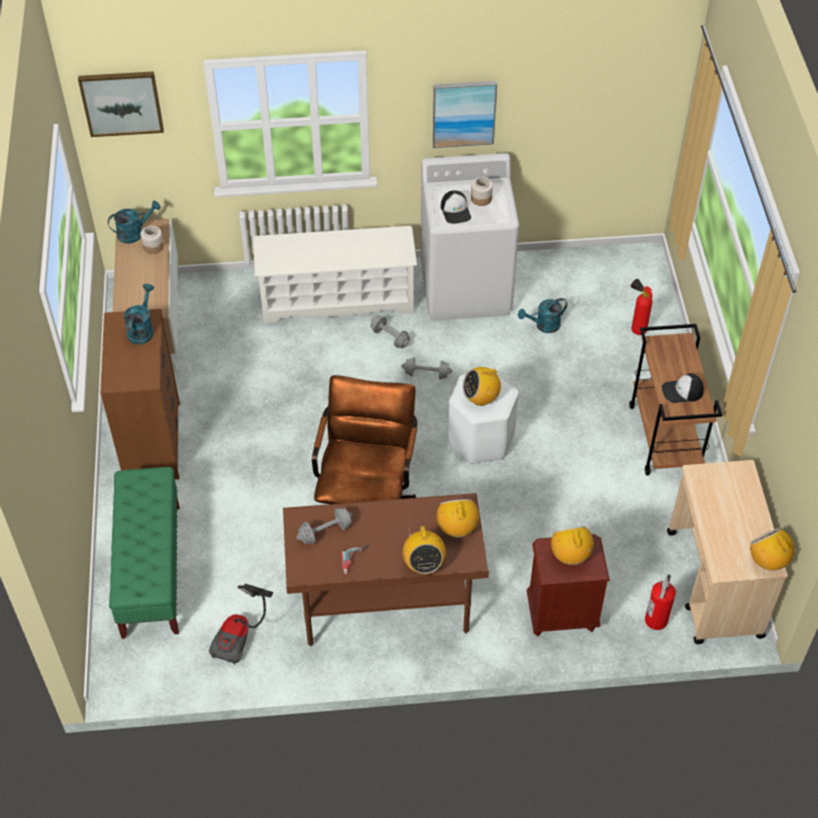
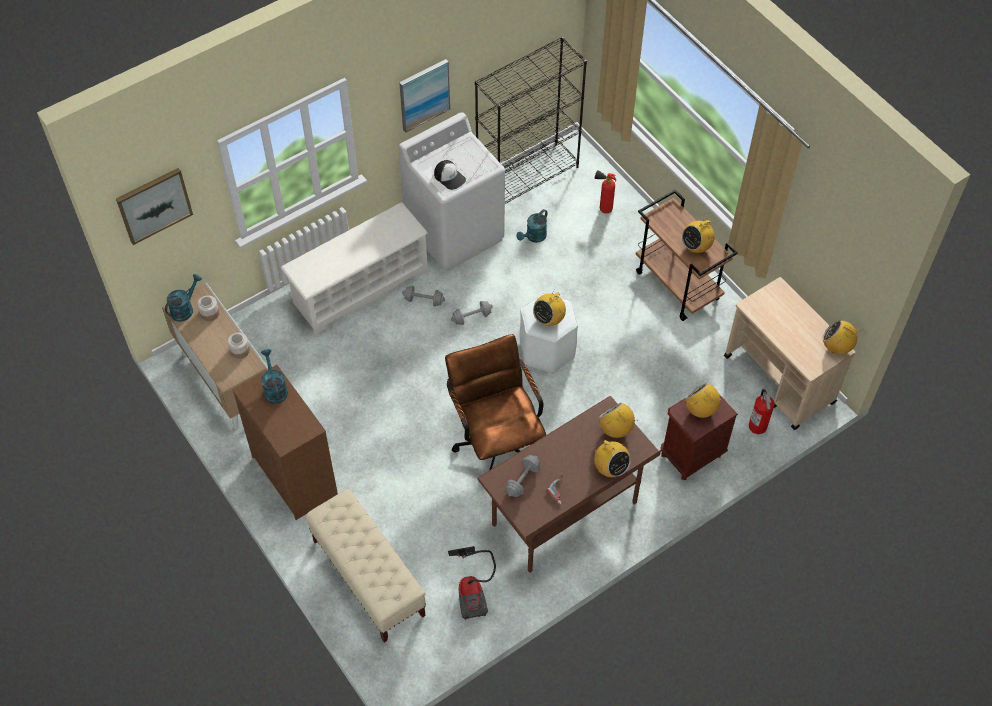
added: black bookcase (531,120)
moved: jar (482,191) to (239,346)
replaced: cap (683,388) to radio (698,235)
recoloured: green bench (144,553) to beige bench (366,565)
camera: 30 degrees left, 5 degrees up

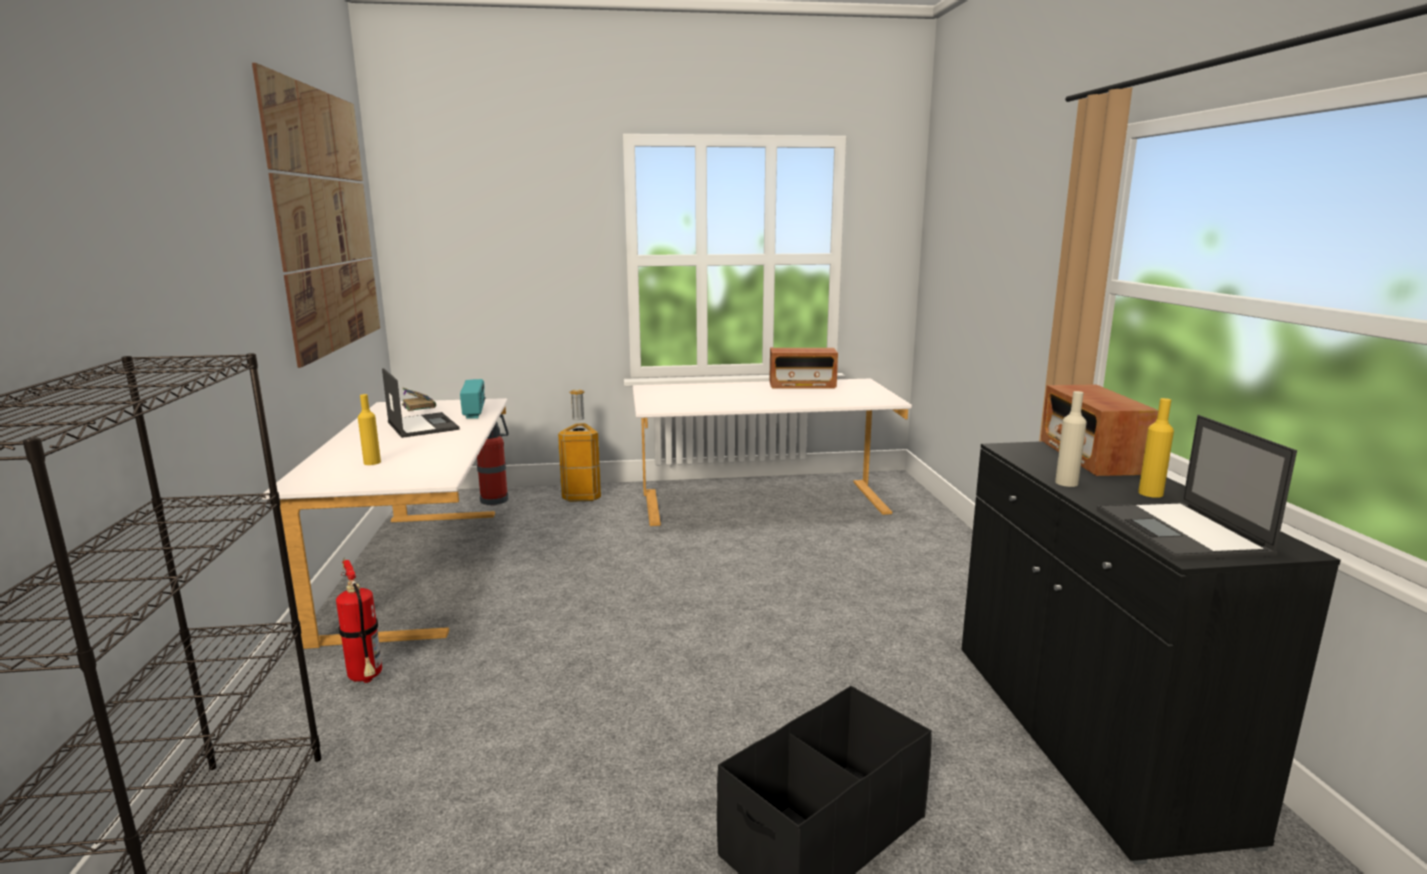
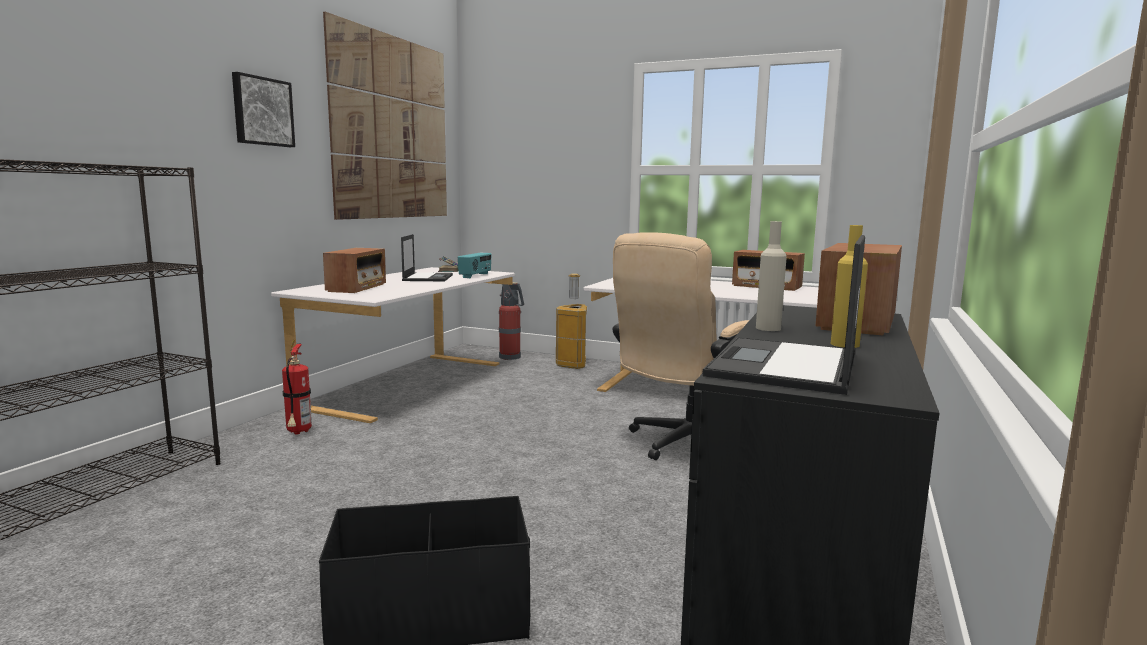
added: picture (263,109); beige office chair (681,346)
replaced: yellow bottle (369,429) to radio (354,270)
camera: 30 degrees right, 5 degrees down

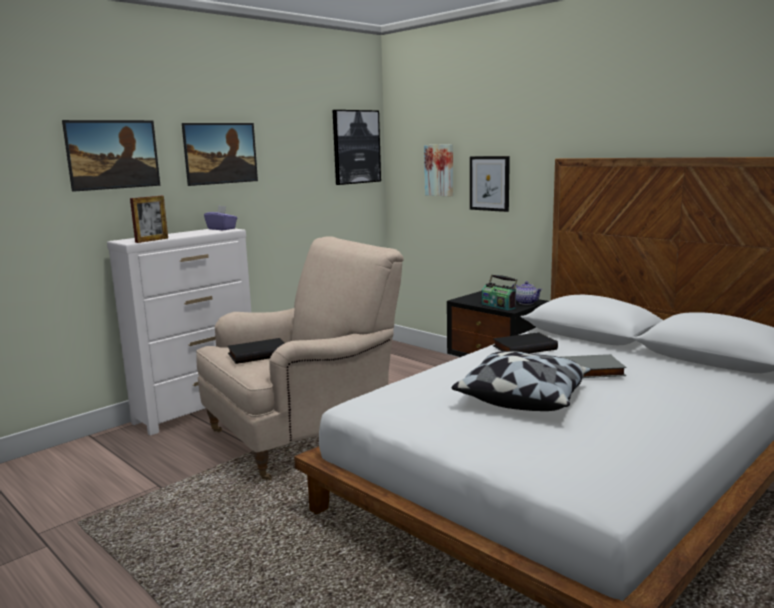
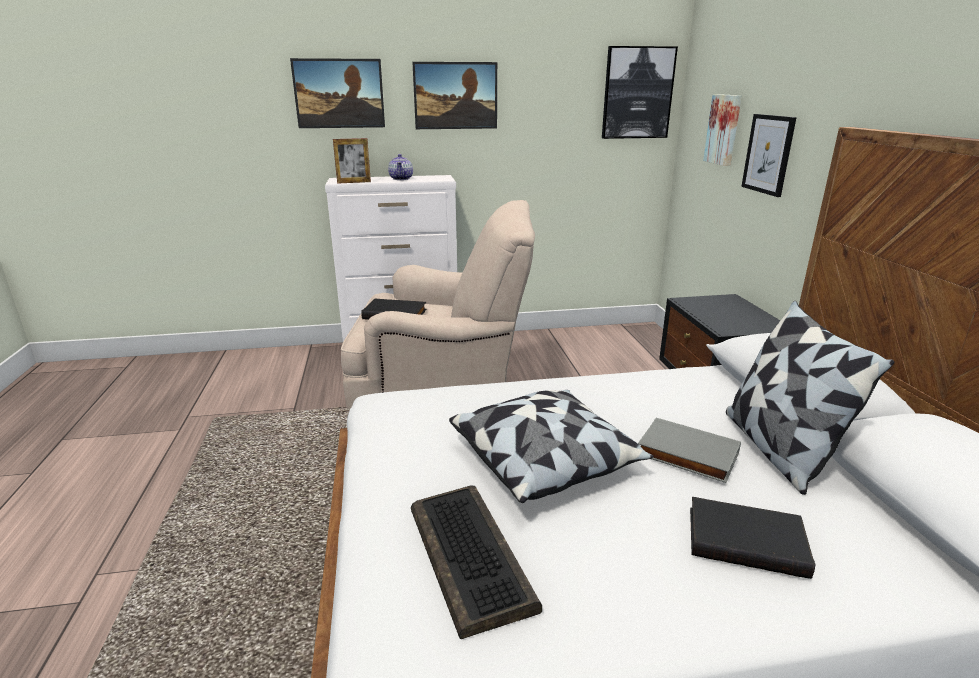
removed: purple tissue box (220,218); radio (500,292)
added: keyboard (476,562); pillow (810,398)
moved: black book (525,342) to (753,538); teapot (527,293) to (400,167)
camera: 35 degrees right, 10 degrees up

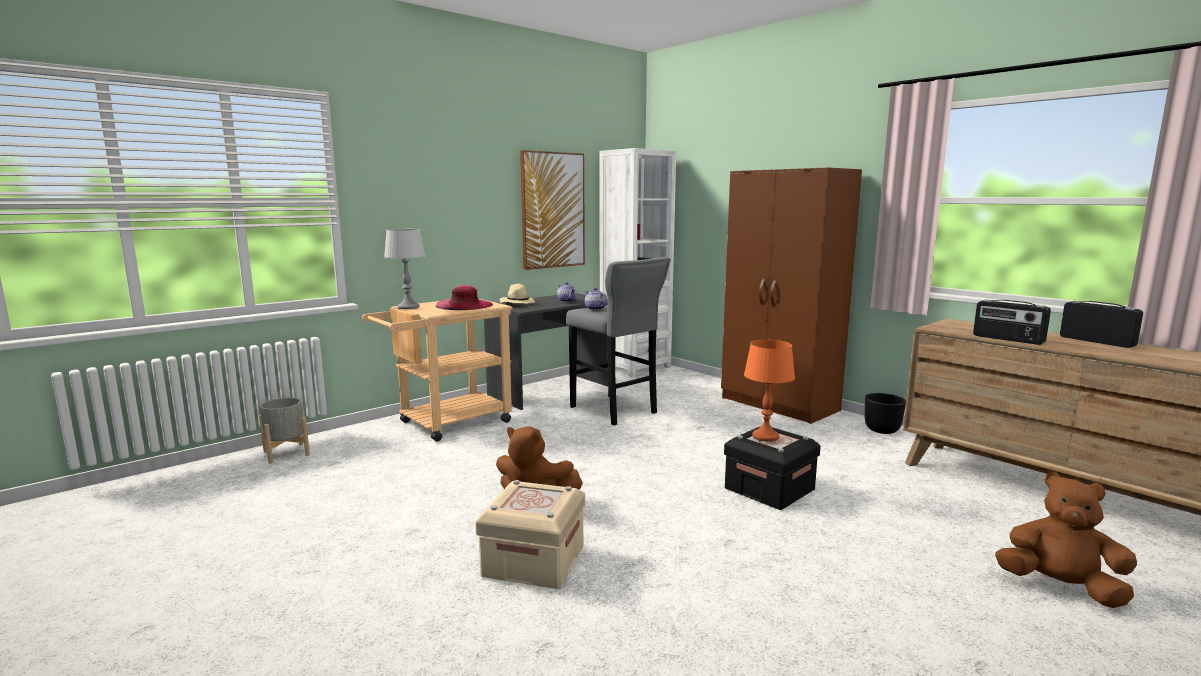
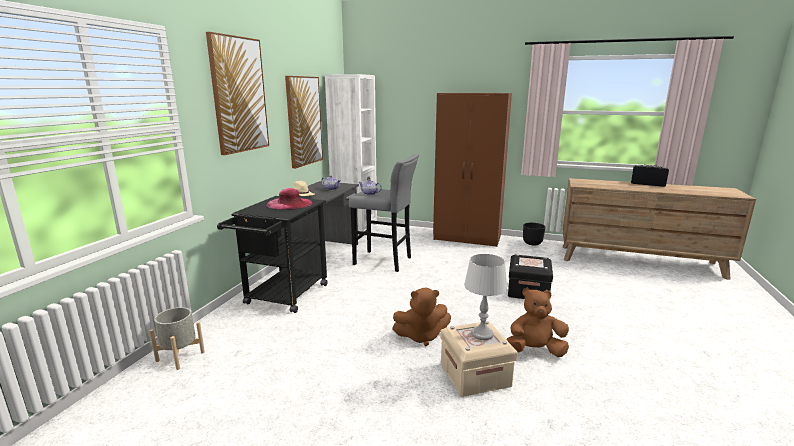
removed: orange table lamp (769,391); radio (1012,322)
added: picture (237,93)
moved: grey table lamp (405,269) to (485,297); brown plush toy (1066,540) to (537,322)
recoloured: beige cart (437,370) to black cart (272,254)
camera: 30 degrees left, 5 degrees up

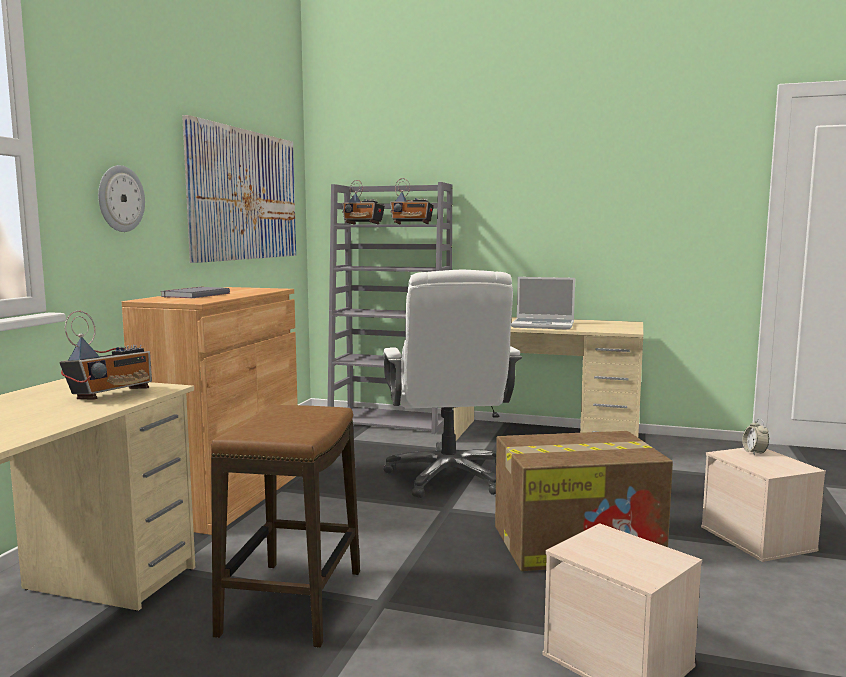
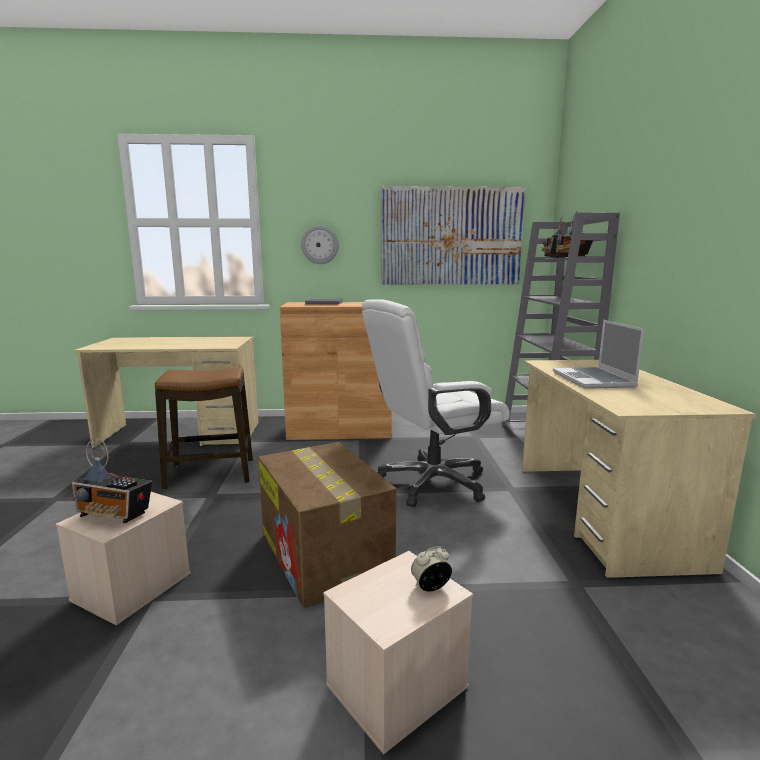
moved: radio (105,355) to (112,481)
camera: 70 degrees right, 5 degrees up

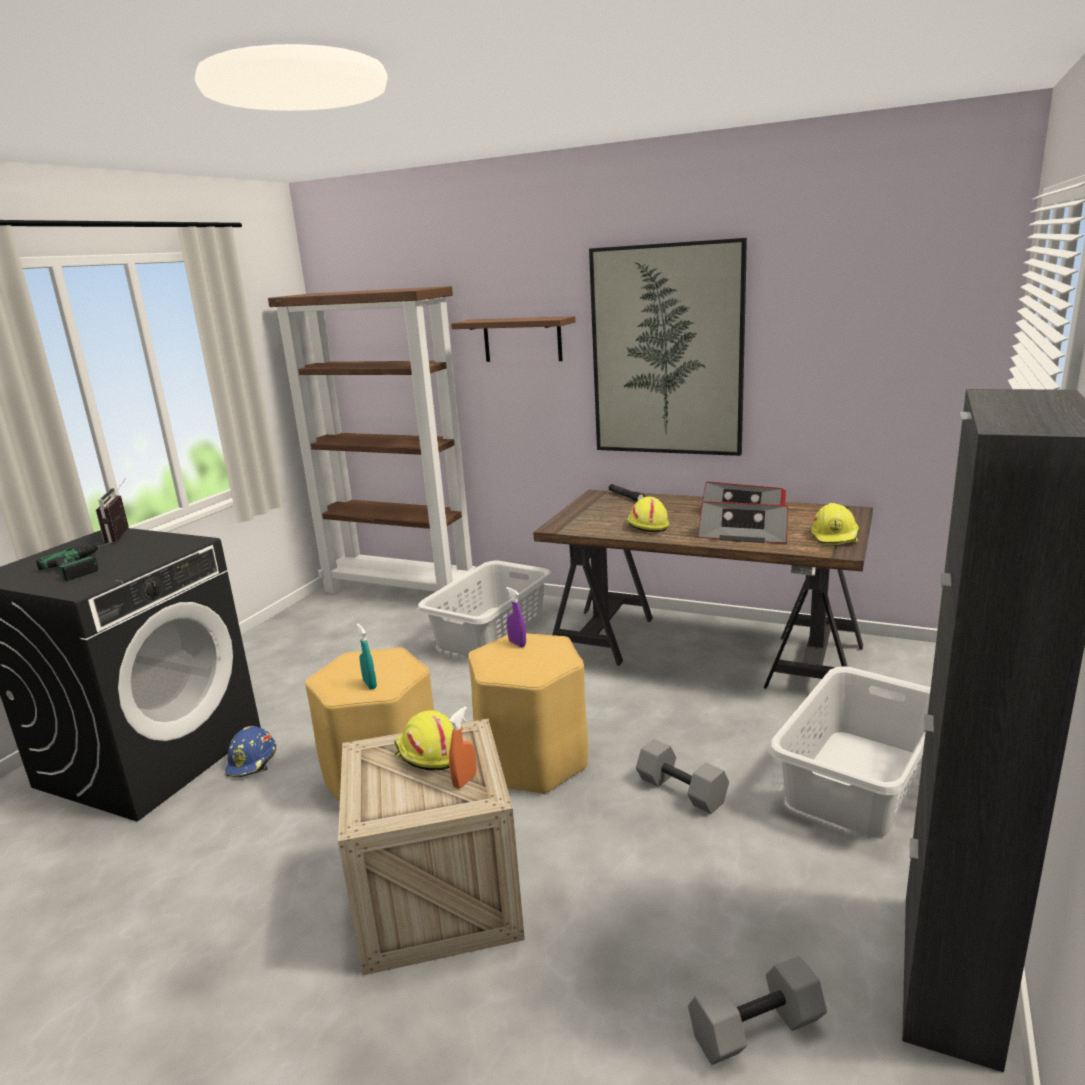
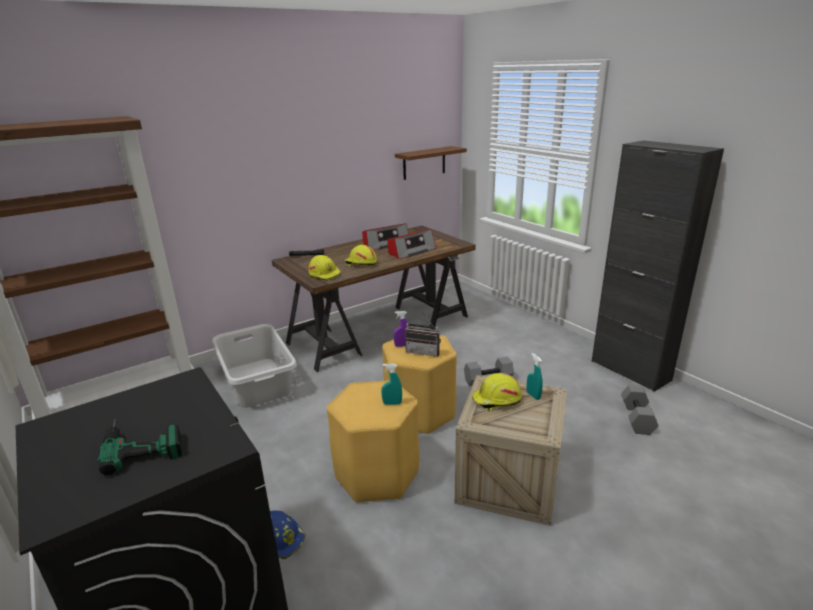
removed: picture (668,347); grey laundry basket (849,751)
moved: radio (112,512) to (423,334); brown shelf (513,339) to (431,163); yellow hard hat (835,524) to (325,268)
recoloured: orange spray bottle (463,747) to turquoise spray bottle (535,376)
camera: 60 degrees left, 5 degrees up

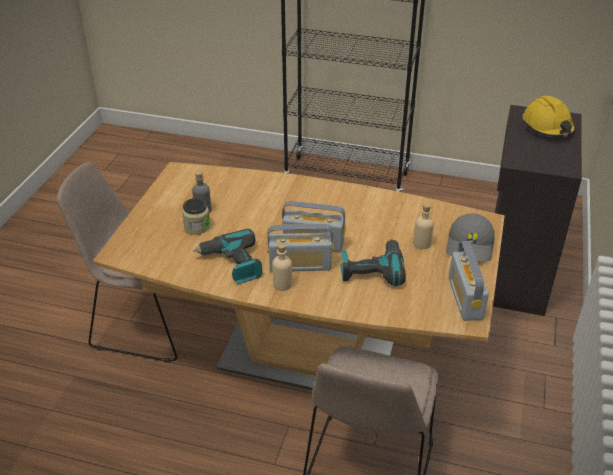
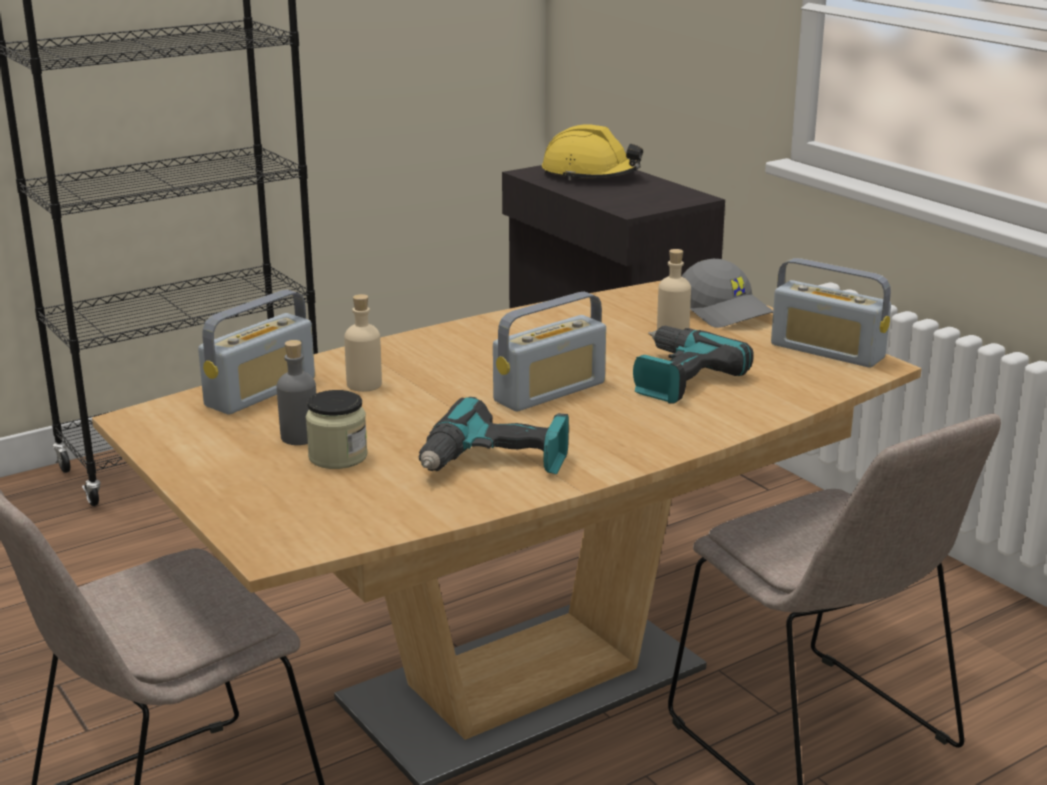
moved: radio (300,248) to (256,352); beige bottle (282,267) to (363,343)
camera: 50 degrees left, 15 degrees down

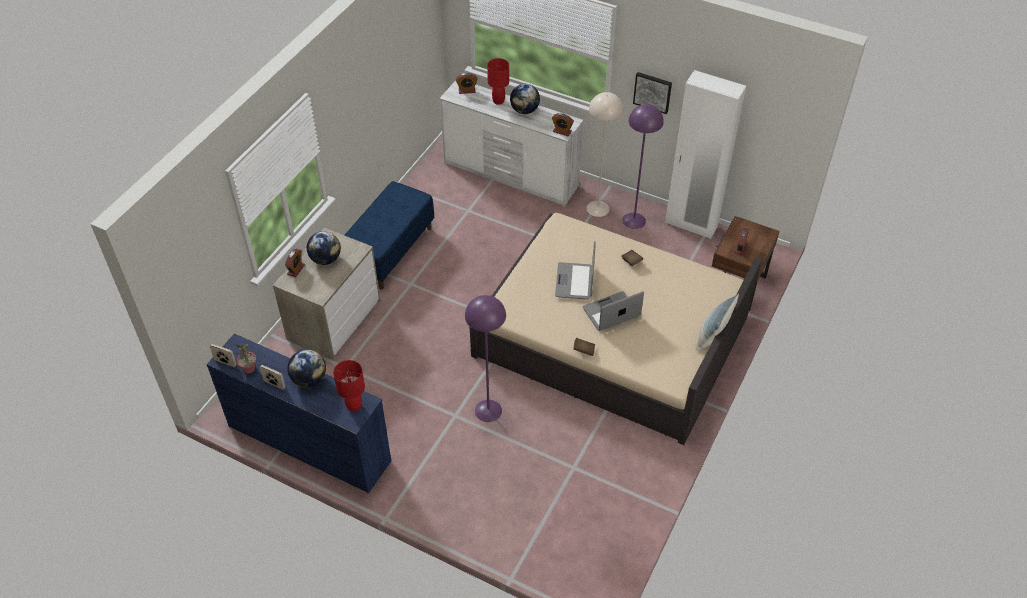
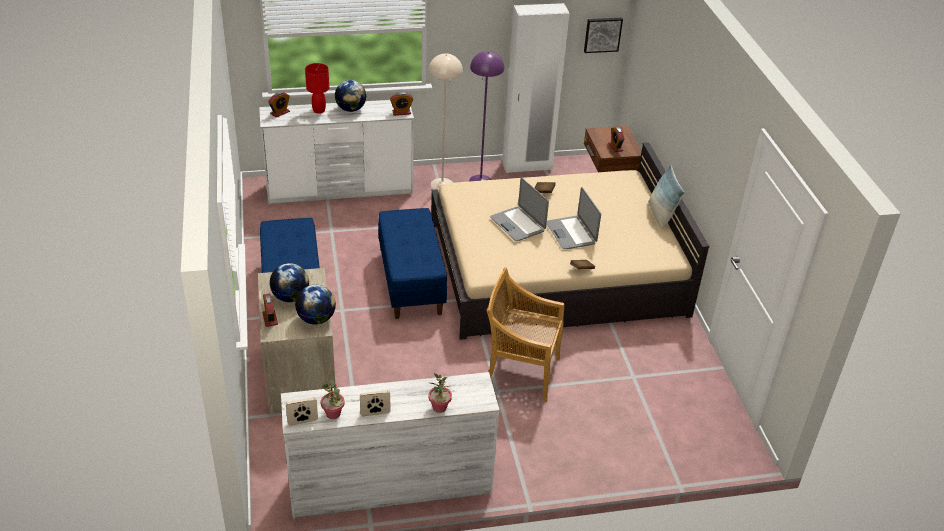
removed: red table lamp (349,386)
added: blue bench (412,263); potted plant (440,393)
moved: globe (306,368) to (315,304); picture (652,93) to (603,35)
replaced: purple floor lamp (485,358) to beige chair (525,334)
recoloured: blue dresser (298,414) to white dresser (390,445)
turned: laptop (613,311) = (574,218) 45 degrees counterclockwise
camera: 40 degrees left, 10 degrees down

